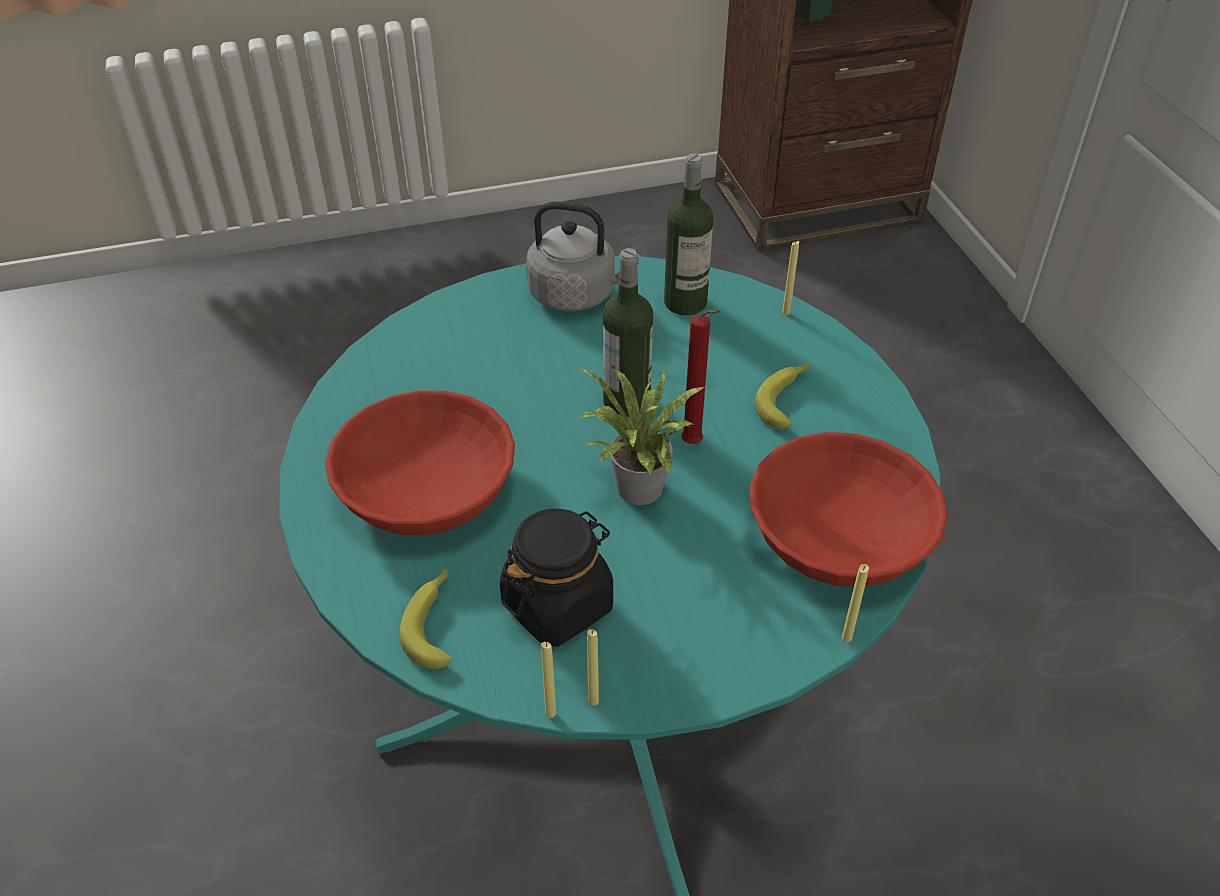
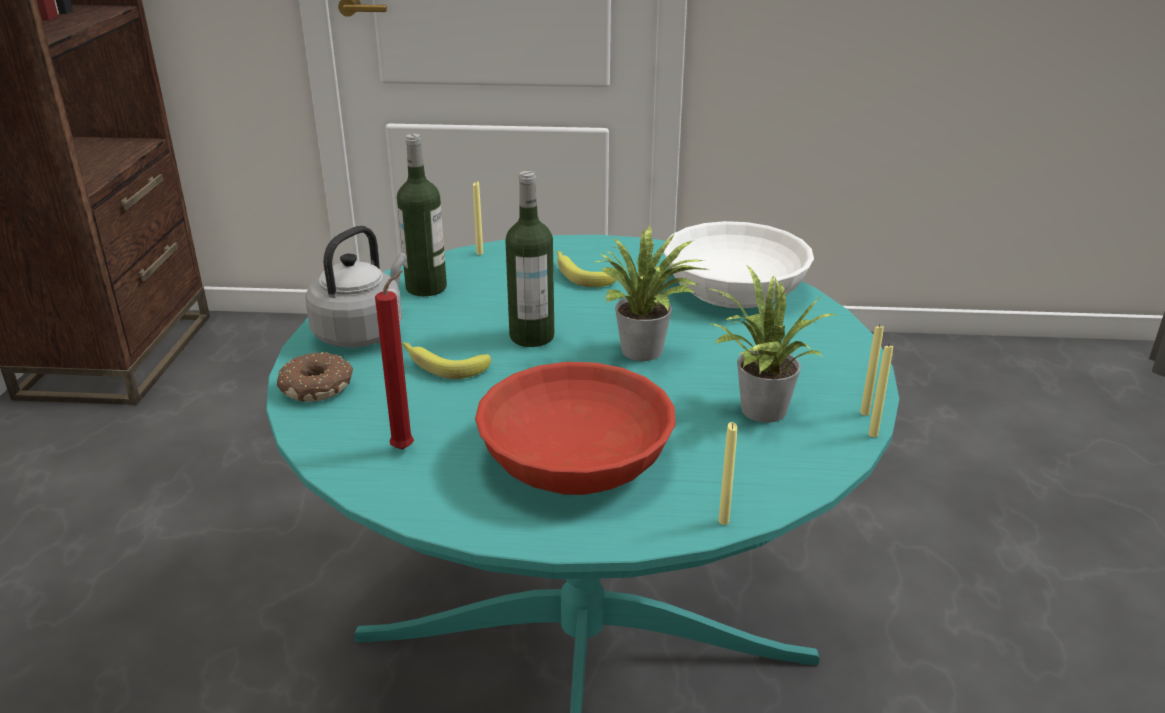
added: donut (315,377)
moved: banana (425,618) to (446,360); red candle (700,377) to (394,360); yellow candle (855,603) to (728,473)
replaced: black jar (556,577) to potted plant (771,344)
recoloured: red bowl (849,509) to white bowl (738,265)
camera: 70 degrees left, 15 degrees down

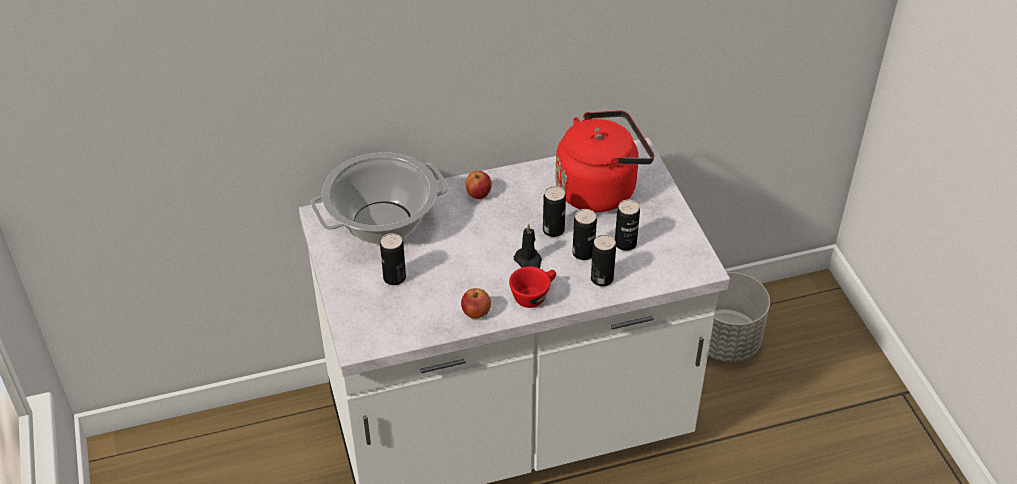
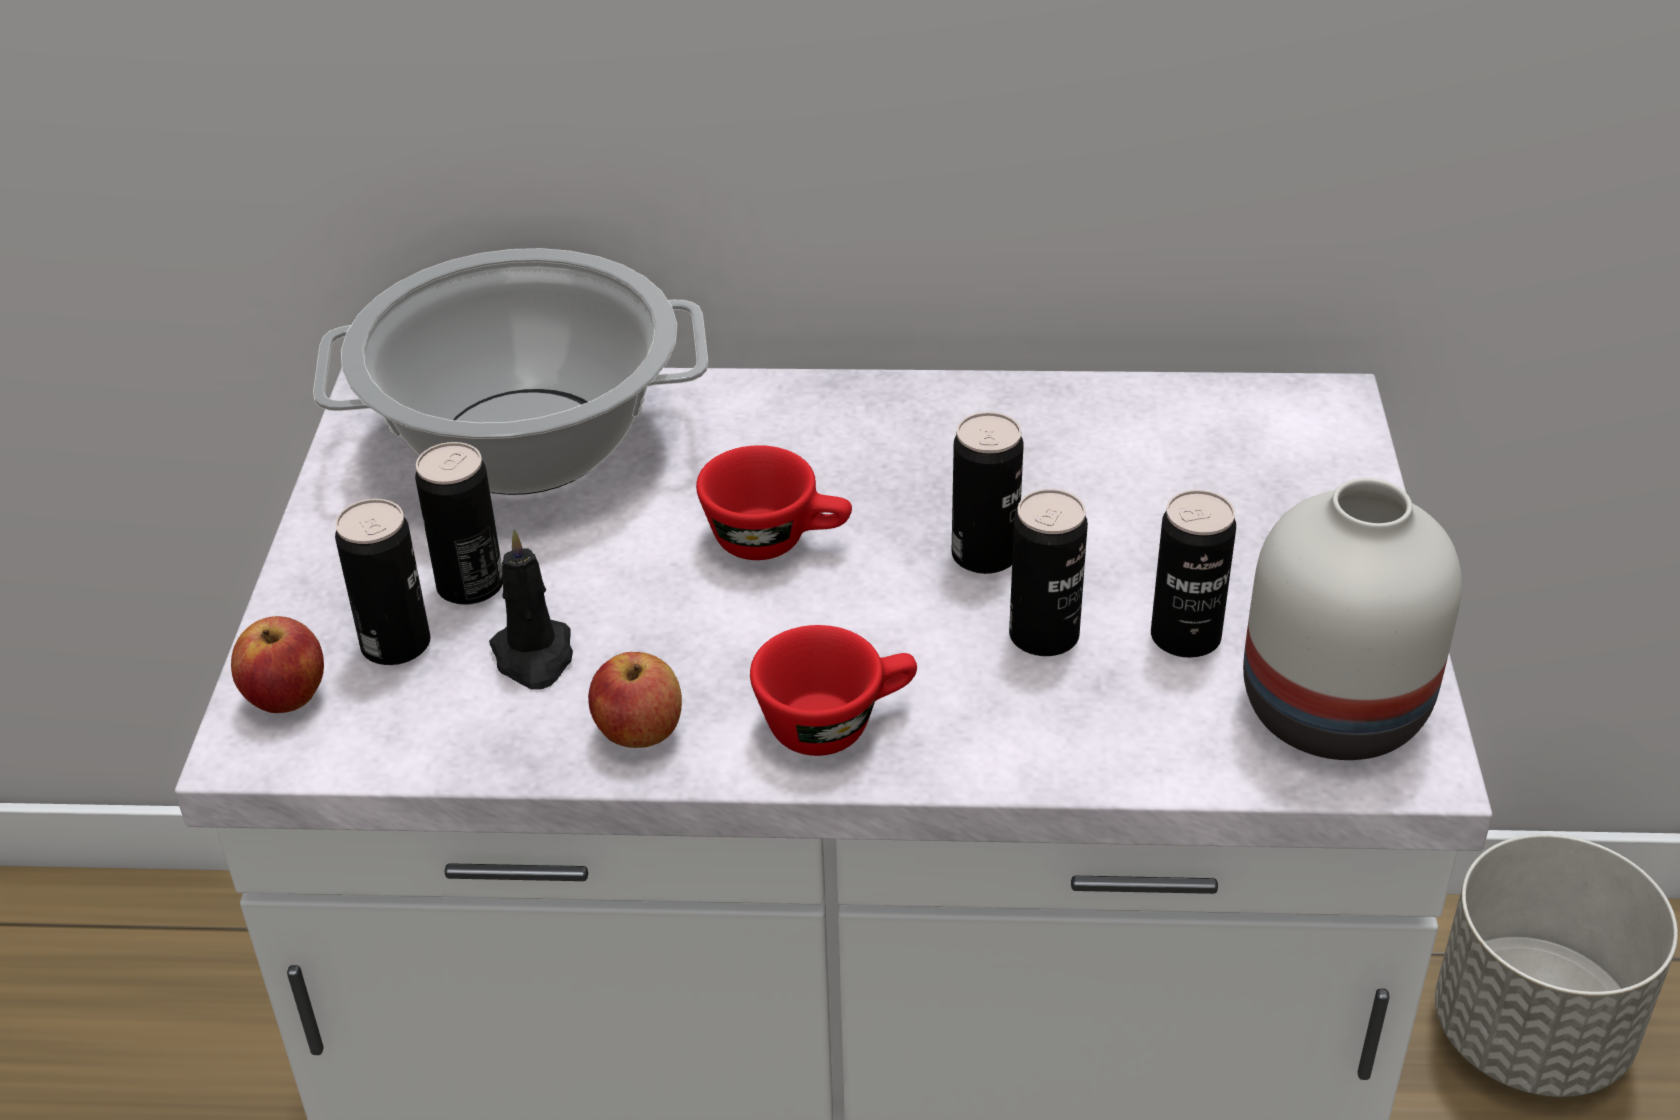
removed: red kettle (604,161)
added: red cup (774,502); white vase (1352,619)
moved: apple (479,185) to (277,664); black candle (528,245) to (531,610); can (603,260) to (383,582)
camera: 20 degrees right, 5 degrees down

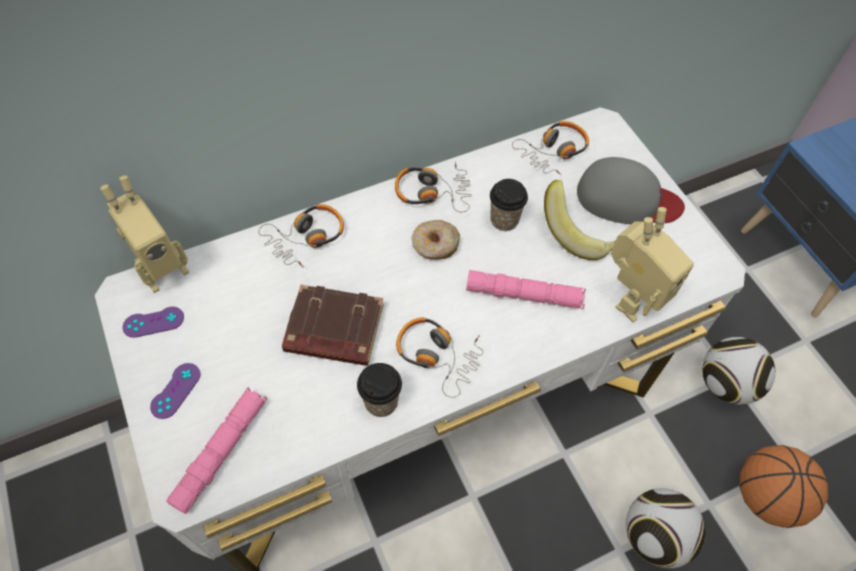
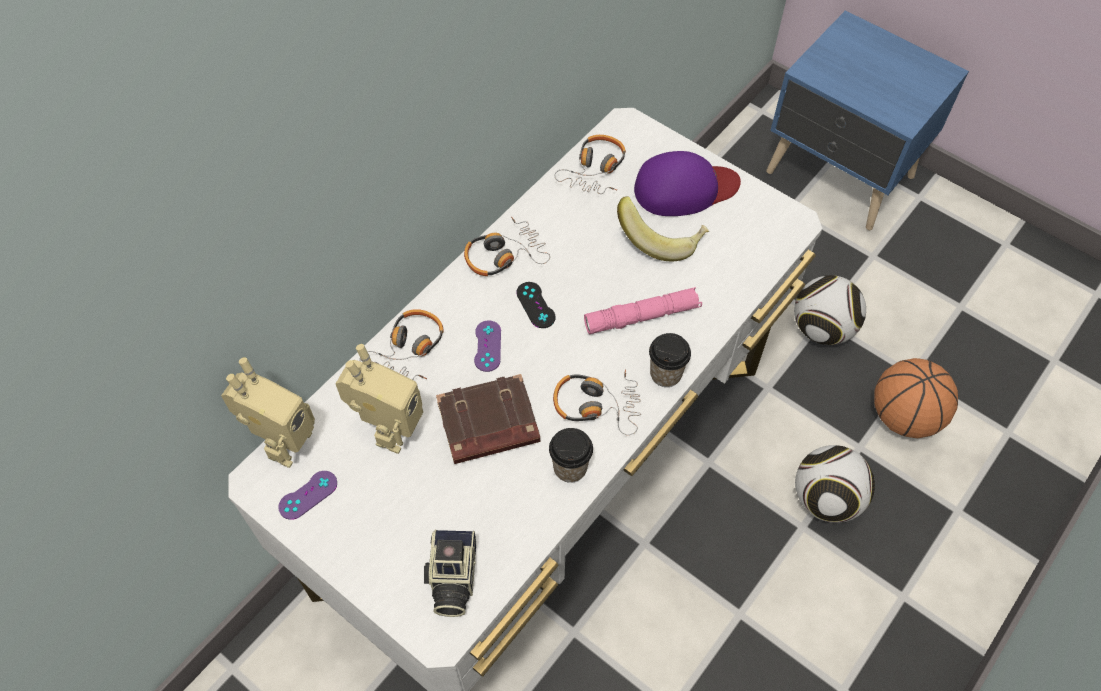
moved: purple game controller (175,391) to (487,346); cup (509,205) to (670,360); toy robot (652,265) to (379,399)
replaced: pink flashlight (216,450) to photo camera (450,573); donut (435,240) to black game controller (536,305)
recoloured: grey cap (631,190) to purple cap (687,183)
camera: 25 degrees left, 0 degrees up

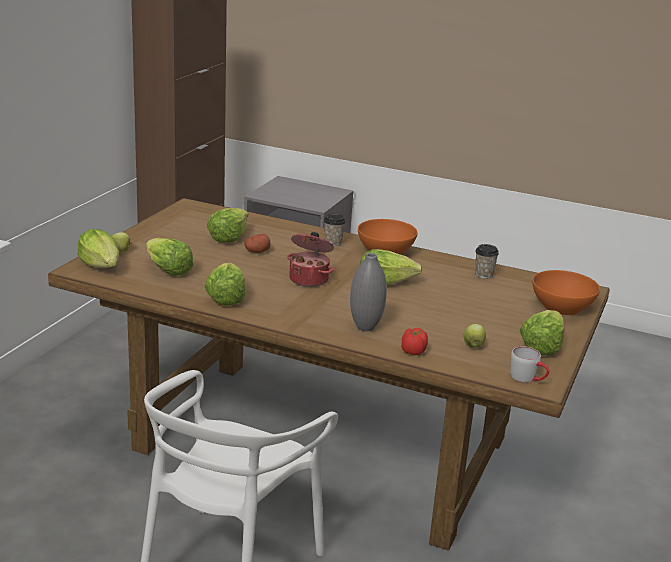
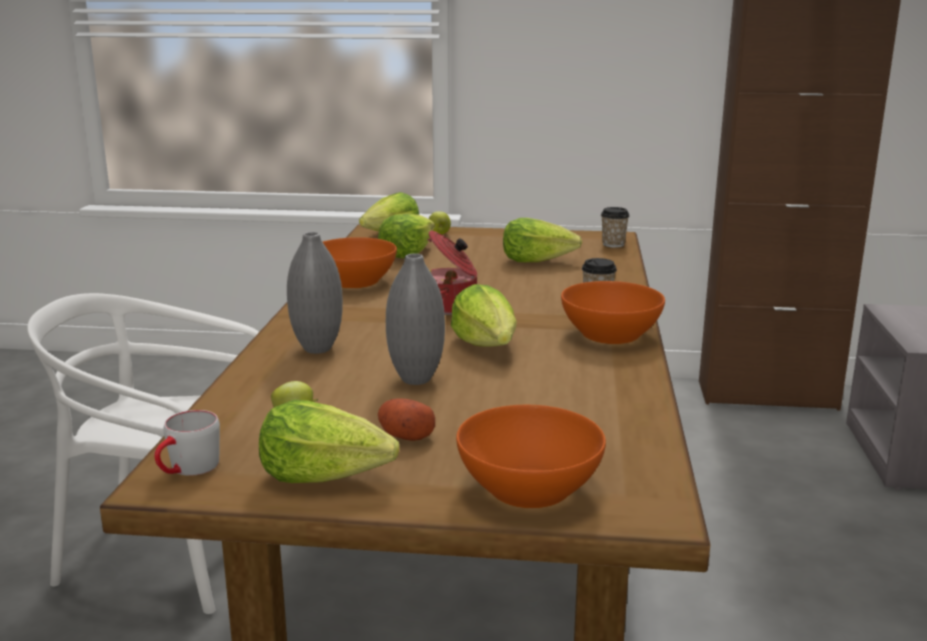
removed: tomato (414,341)
added: grey vase (415,319)
moved: potato (257,243) to (406,419); cup (487,261) to (615,227)
replaced: lettuce (225,284) to orange bowl (360,262)
camera: 75 degrees right, 5 degrees down

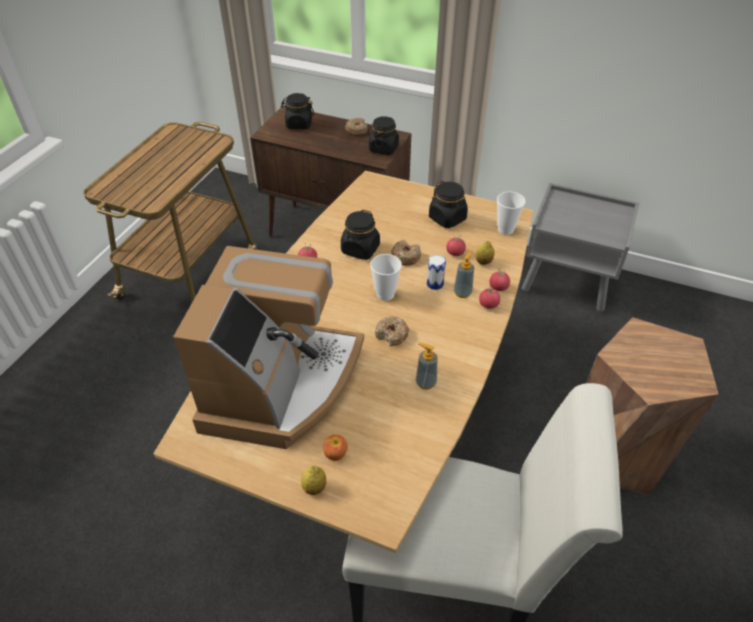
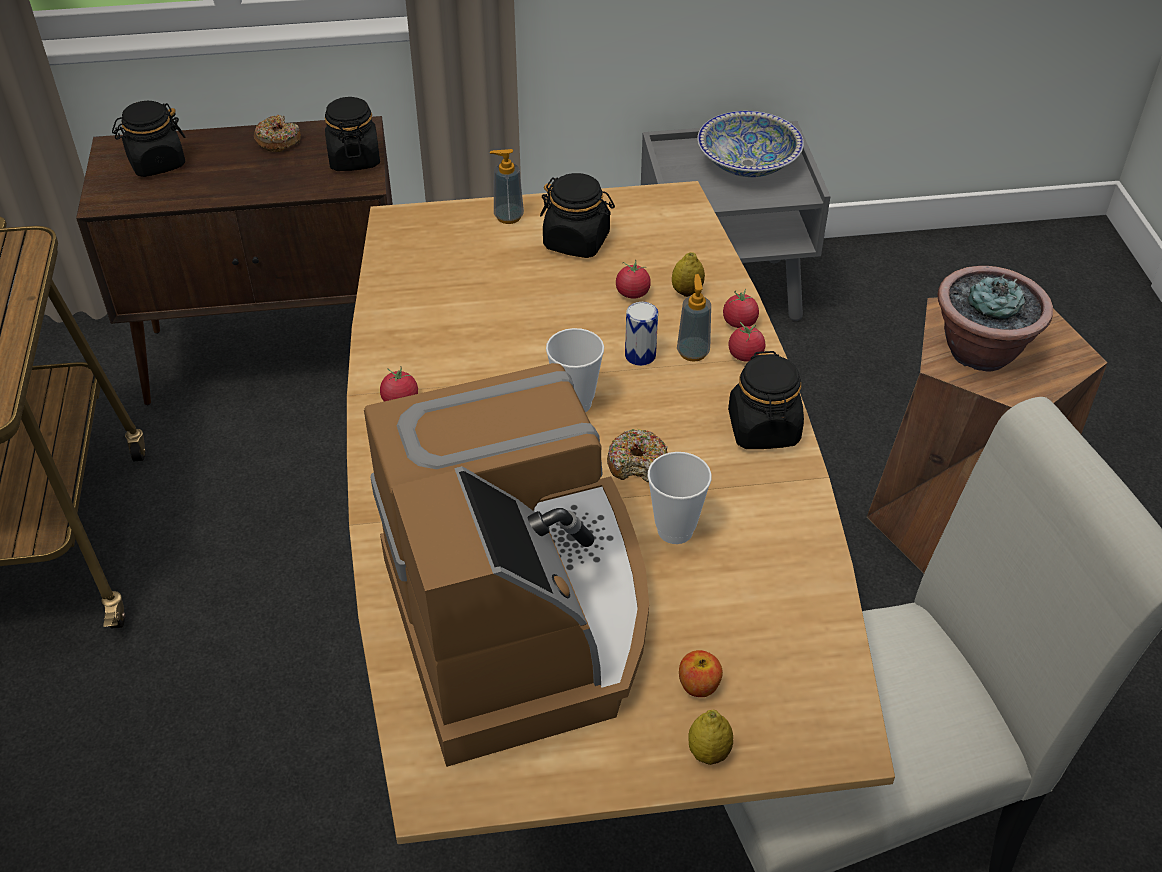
removed: donut (406,253)
added: bowl (750,144); potted plant (995,318)
moved: black jar (360,235) to (766,400); soap dispenser (427,366) to (507,186); cup (511,213) to (679,498)
camera: 30 degrees left, 0 degrees up

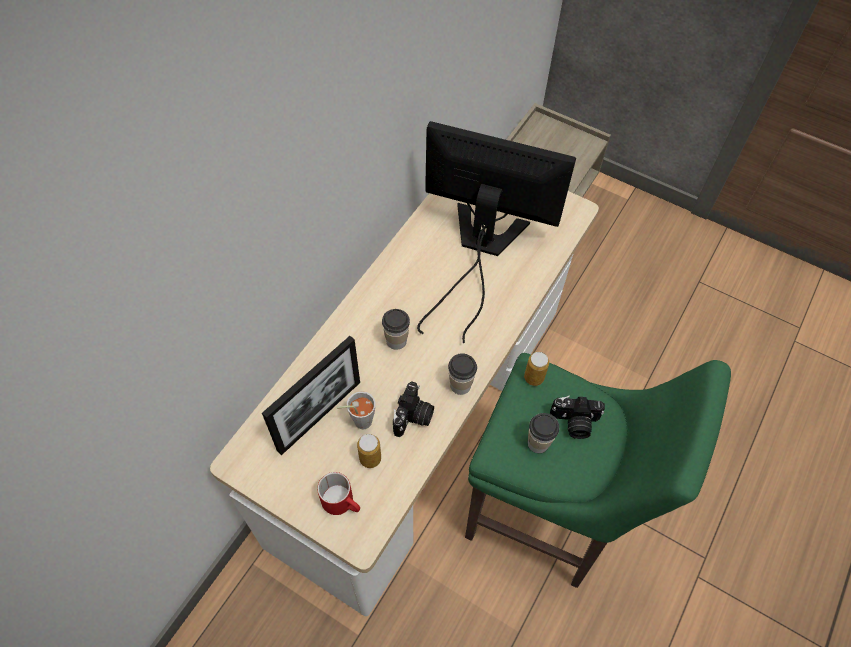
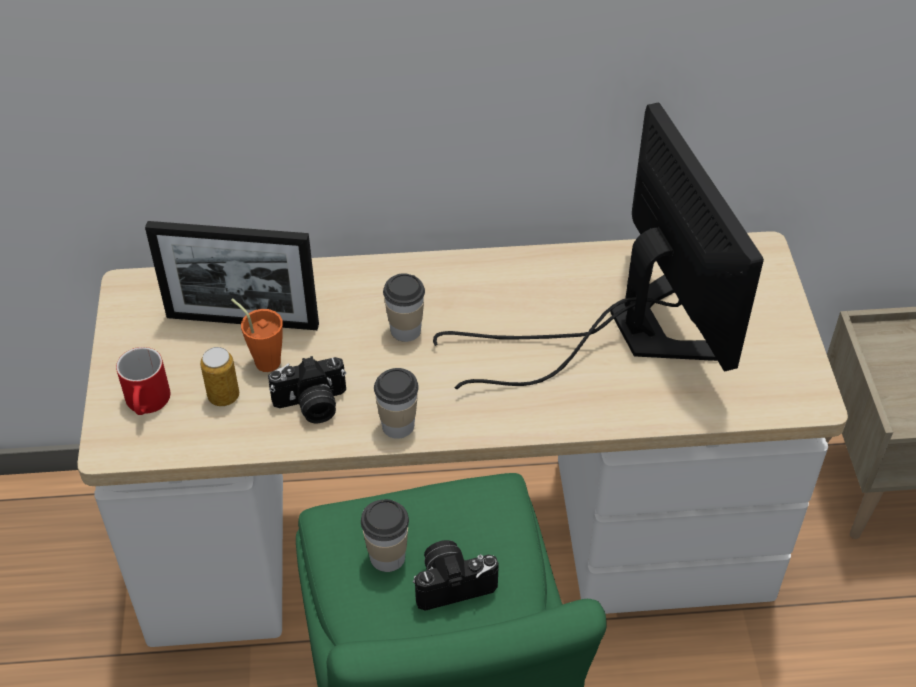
removed: can (536,369)
recoloured: grey cup (356,410) to orange cup (257,335)
turned: photo camera (577,417) = (456,575) 105 degrees clockwise
camera: 55 degrees right, 10 degrees down

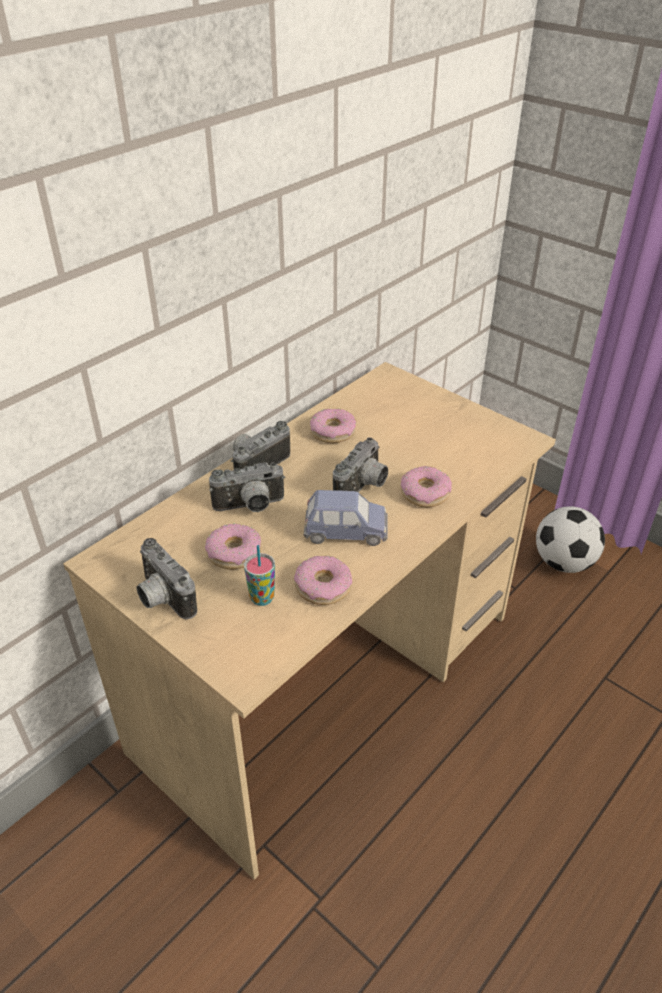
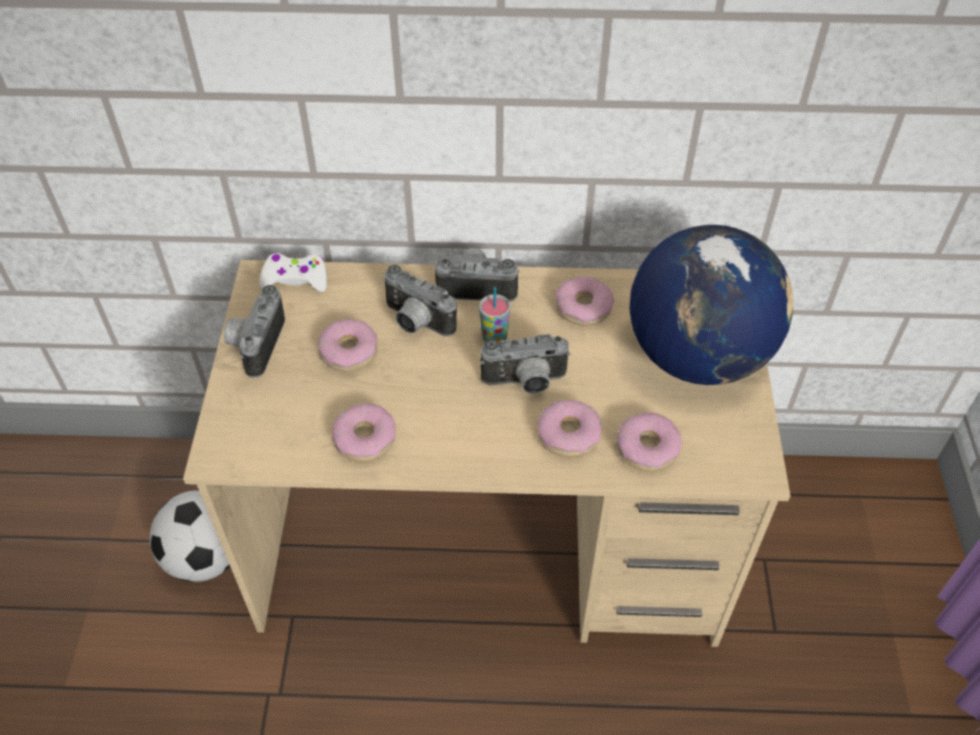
removed: blue toy car (345,518)
added: white game controller (293,272); donut (649,442); globe (711,305)
moved: cup (259,575) to (495,314); football (570,539) to (190,536)
camera: 50 degrees right, 10 degrees up

